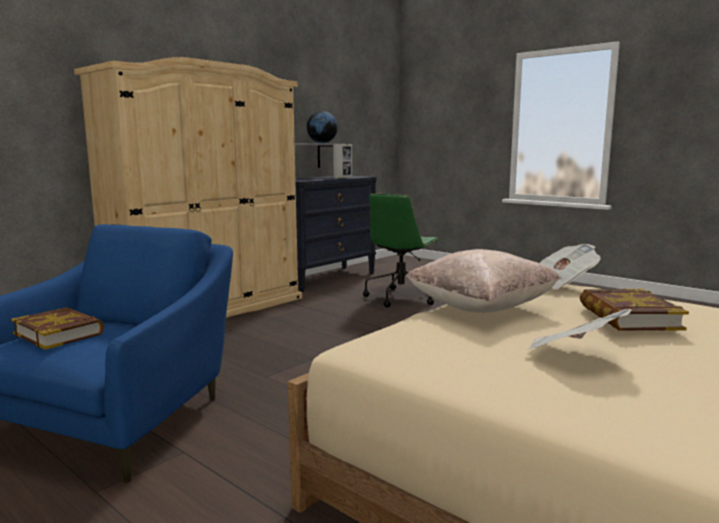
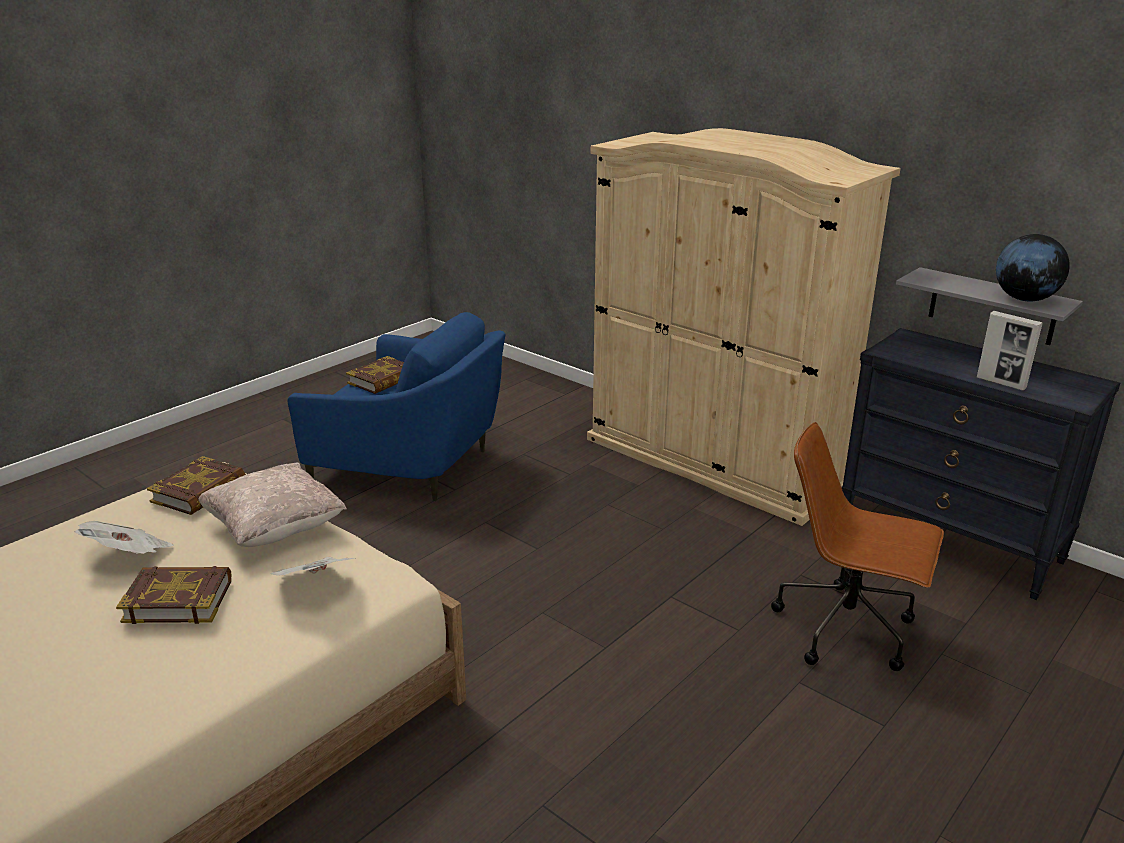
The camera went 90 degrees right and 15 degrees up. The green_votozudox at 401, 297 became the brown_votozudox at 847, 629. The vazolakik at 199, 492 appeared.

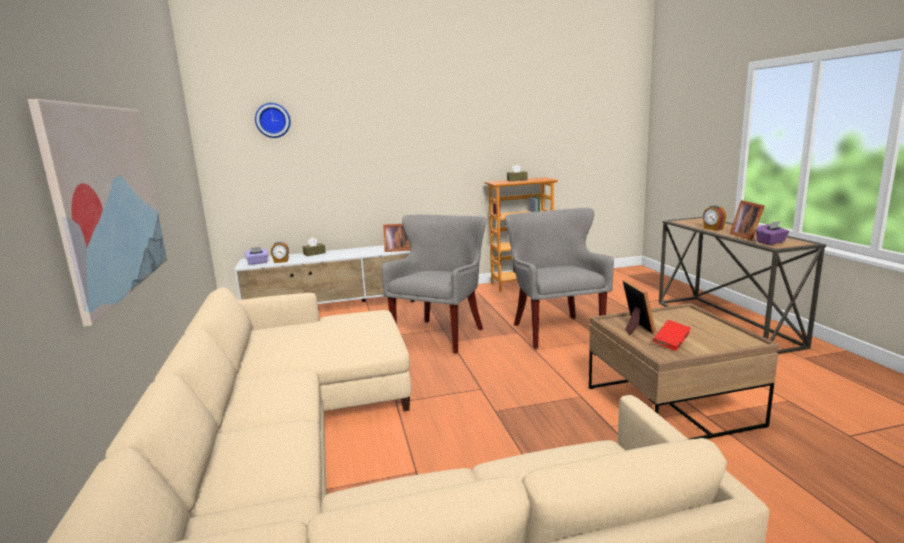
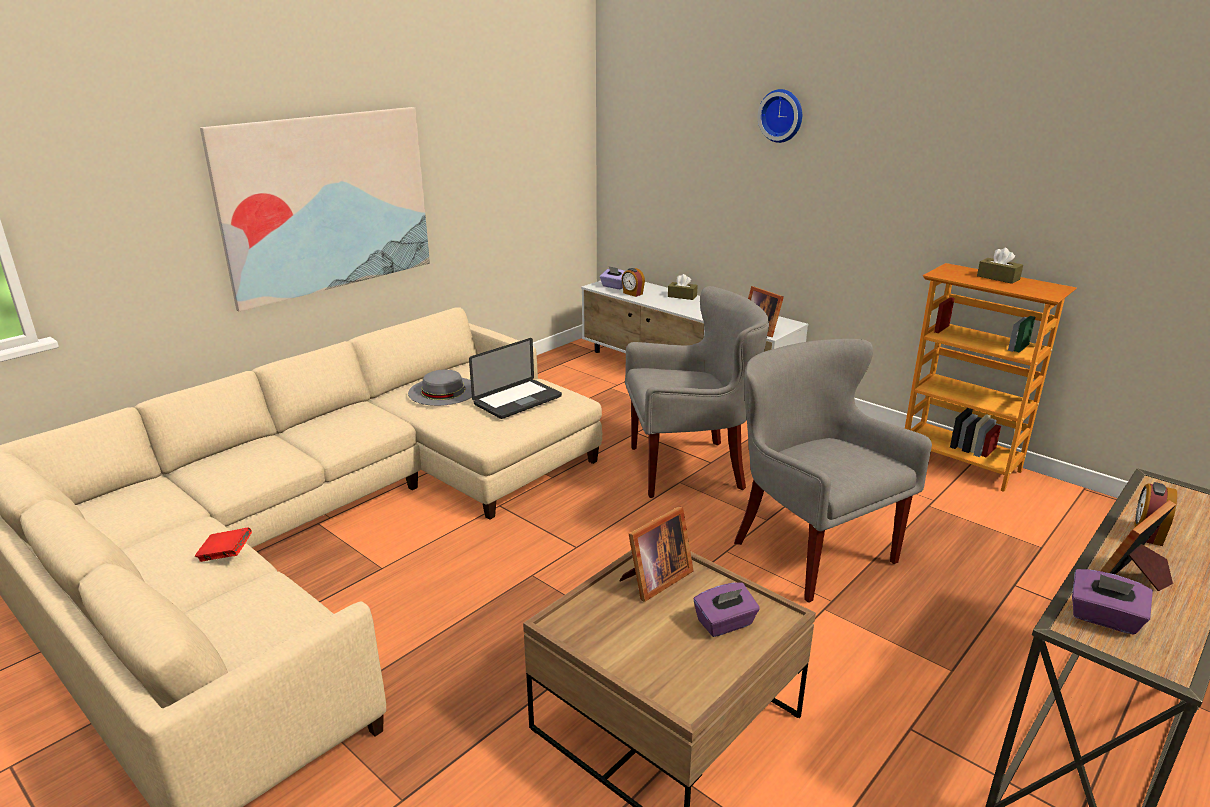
The camera went 55 degrees right and 10 degrees up. The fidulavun moved from 273, 120 to 782, 115. The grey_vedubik at 556, 331 turned 75 degrees counterclockwise. The red_vazolakik moved from 671, 343 to 226, 555. The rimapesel at 517, 400 appeared. The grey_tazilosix at 443, 391 appeared. The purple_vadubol at 725, 623 appeared.

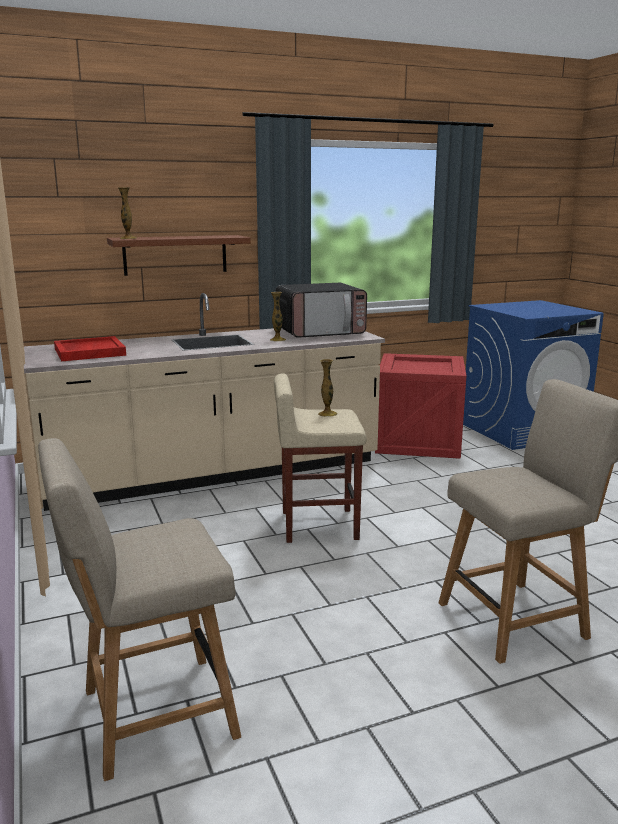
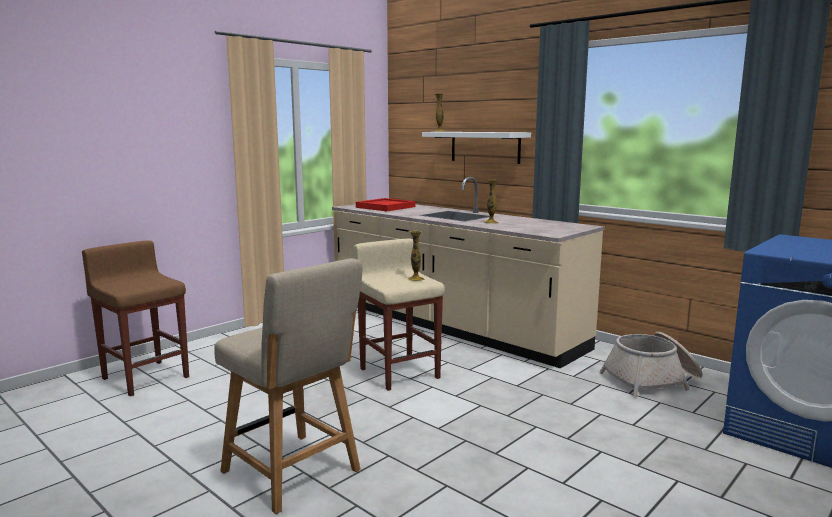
The camera went 65 degrees right and 5 degrees down. The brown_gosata at 175, 255 became the white_gosata at 485, 147. The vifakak at 320, 332 disappeared. The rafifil at 419, 441 was replaced by the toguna at 652, 380. The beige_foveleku at 150, 716 was replaced by the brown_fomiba at 145, 377.

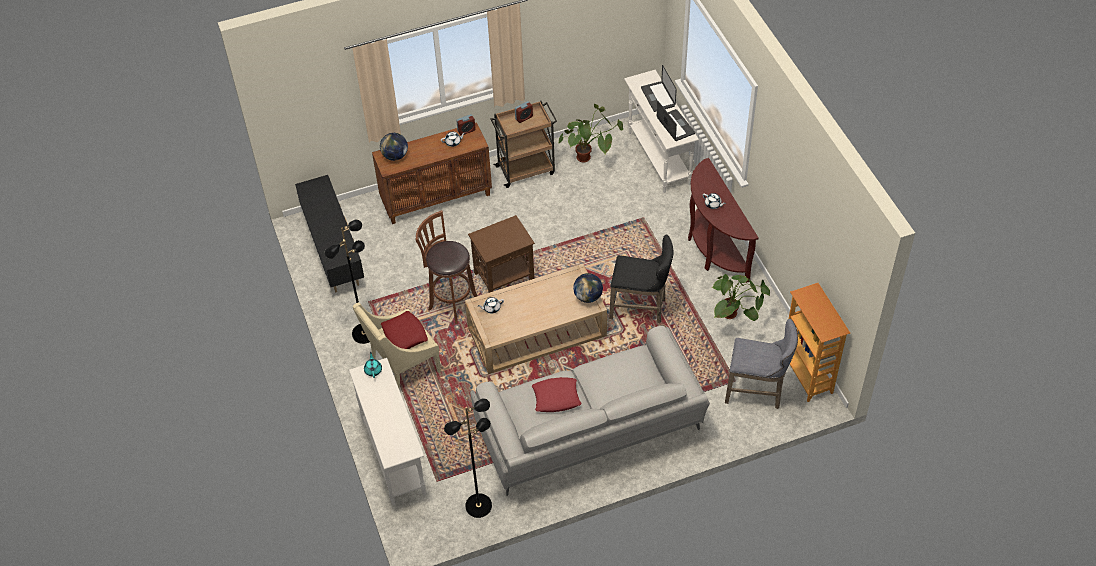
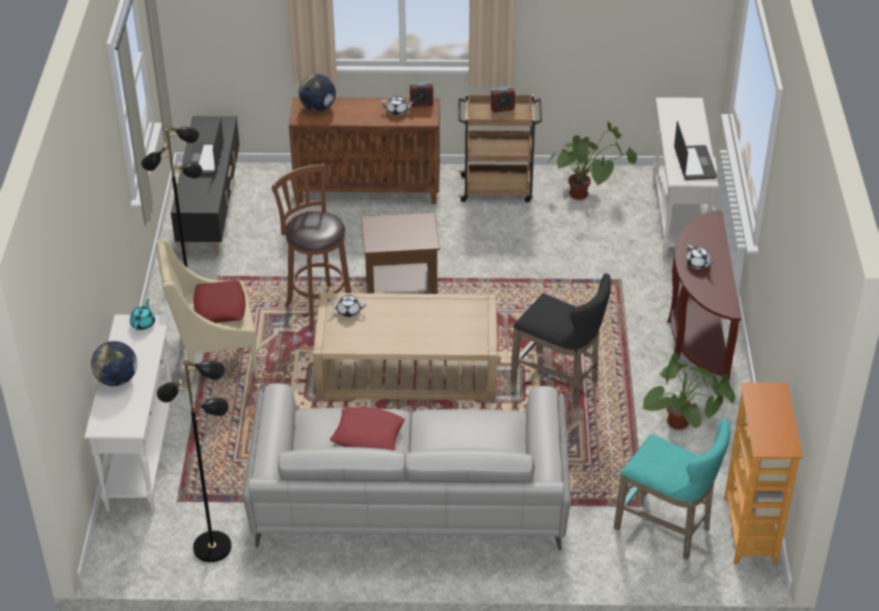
The camera went 20 degrees right and 10 degrees down. The rimapesel moved from 658, 97 to 204, 159. The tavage moved from 588, 297 to 117, 379. The grey_fomiba at 757, 392 became the turquoise_fomiba at 667, 529.

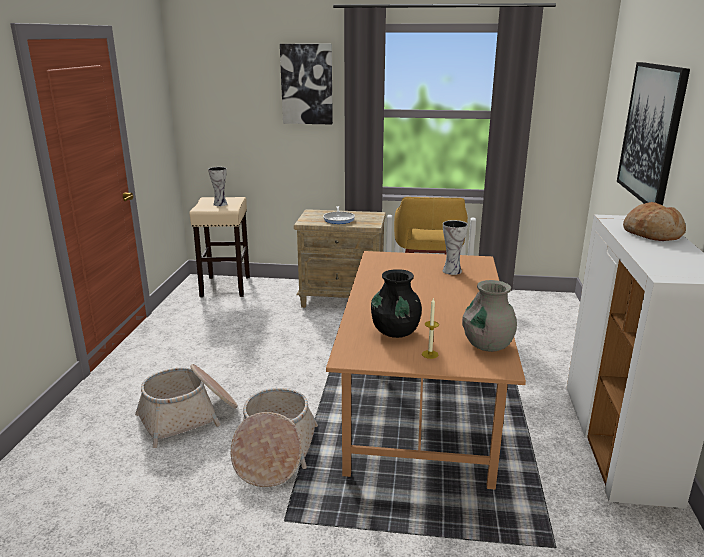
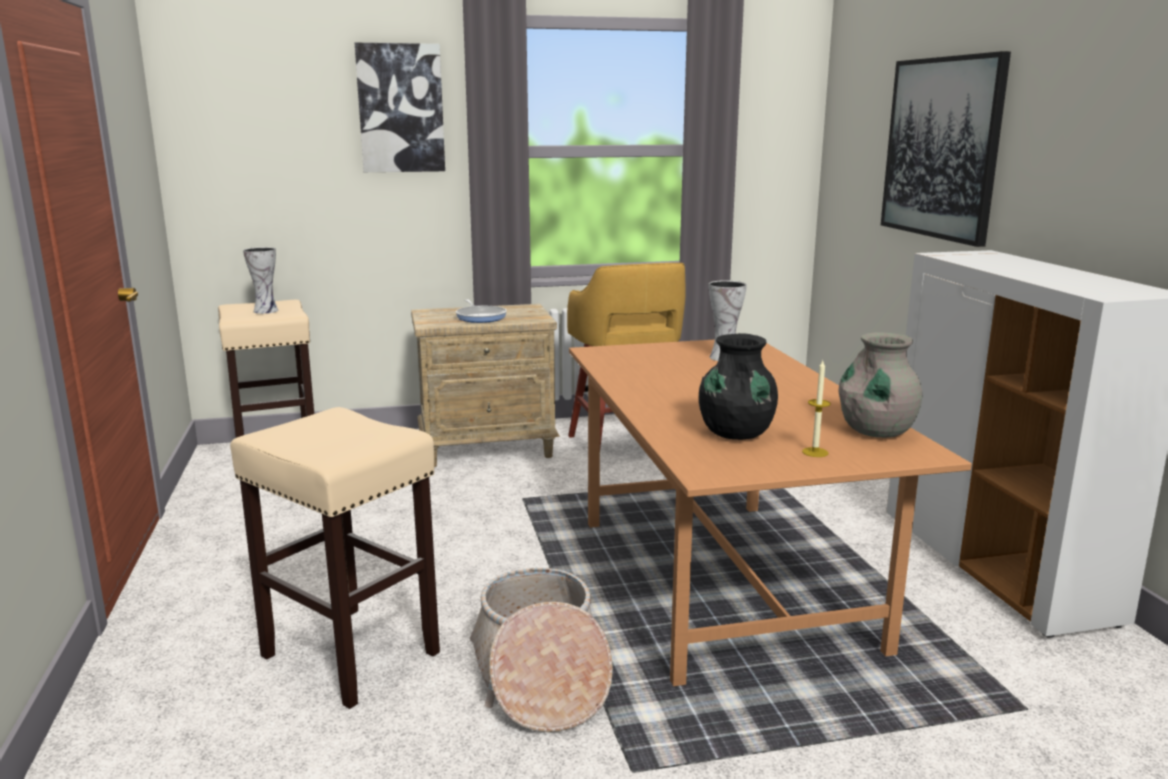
The camera went 20 degrees left and 5 degrees down. The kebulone at 652, 234 disappeared. The toguna at 189, 416 was replaced by the beige_fomiba at 352, 655.

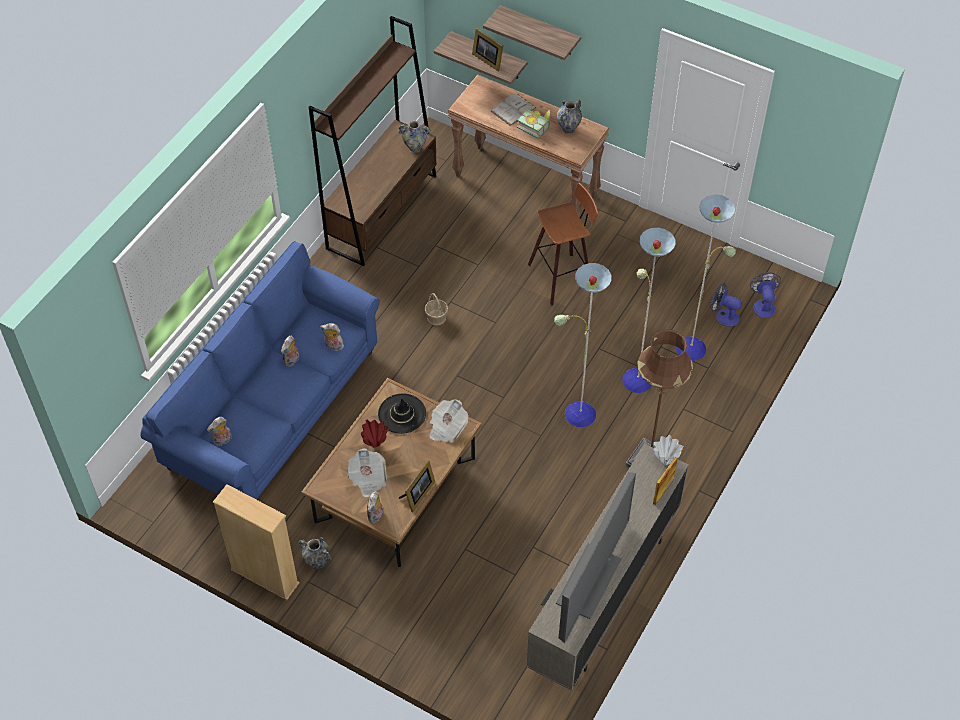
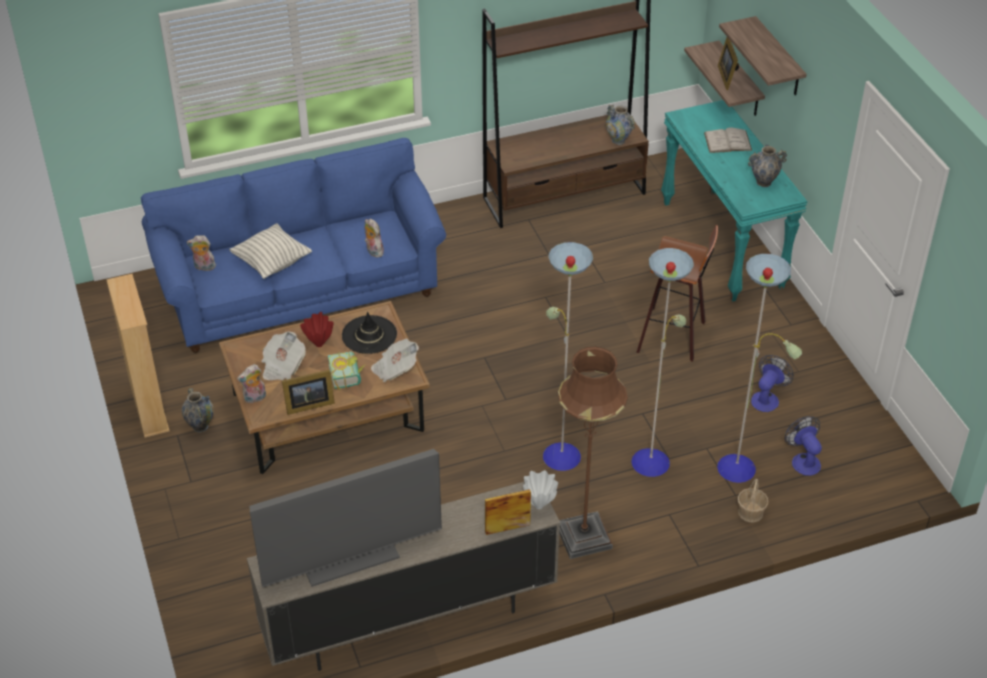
The camera went 40 degrees right and 10 degrees down. The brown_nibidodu at 526, 185 became the turquoise_nibidodu at 723, 244. The vazolakik moved from 535, 126 to 349, 376. The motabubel moved from 763, 305 to 767, 398. The toguna moved from 436, 317 to 750, 512. The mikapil at 292, 361 disappeared. The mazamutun at 272, 263 appeared.

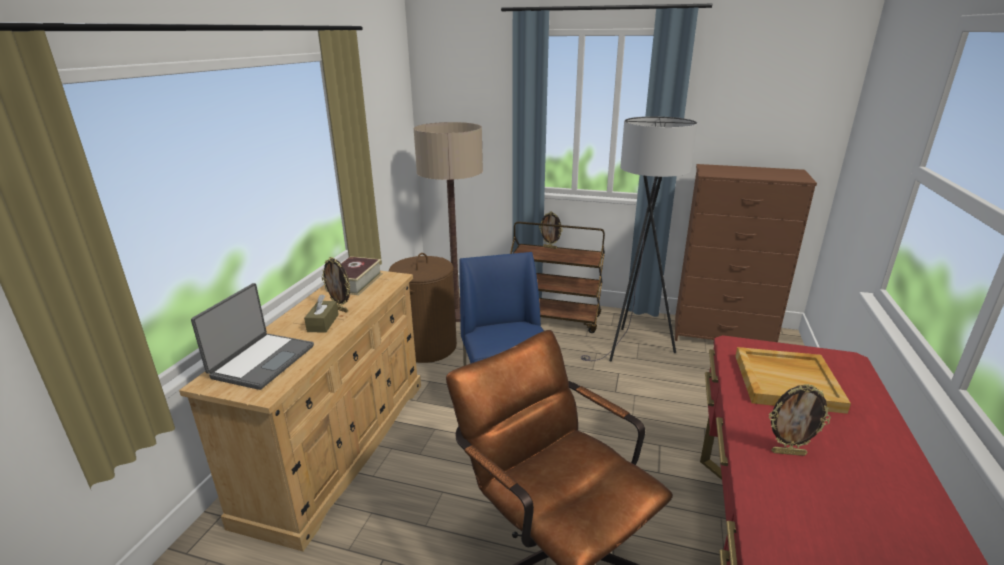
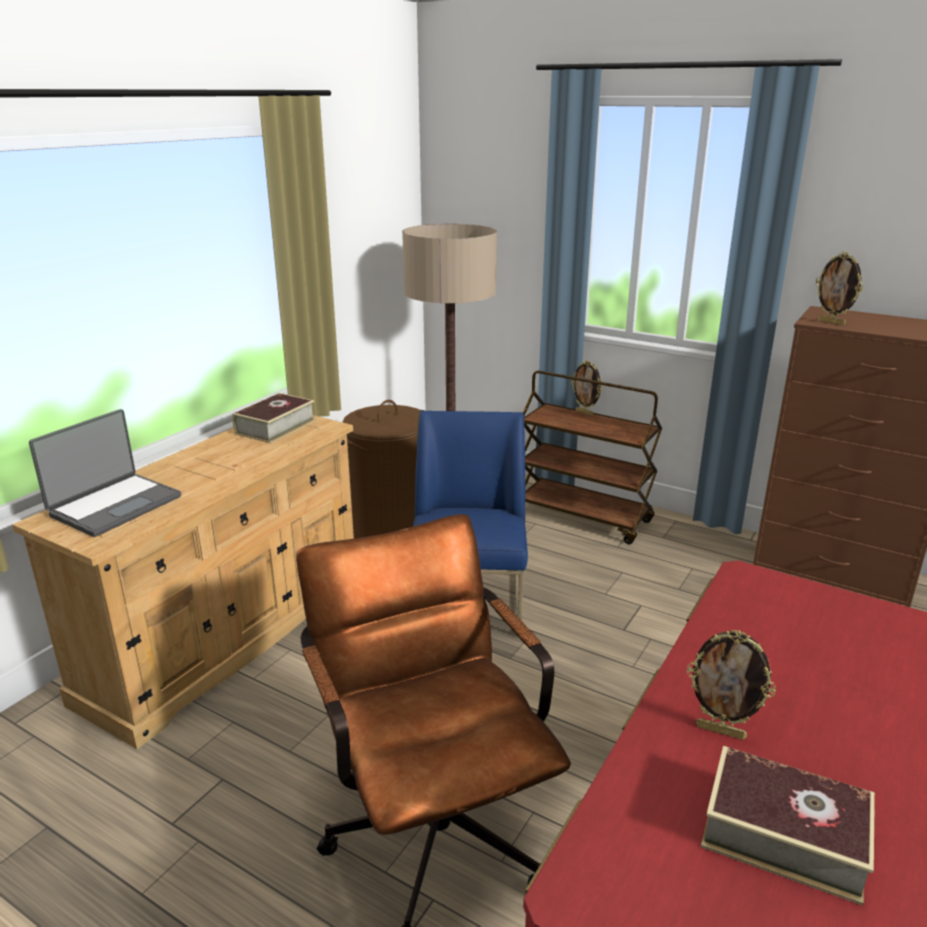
The camera went 15 degrees right and 0 degrees up. The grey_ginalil at 632, 349 disappeared. The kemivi moved from 340, 309 to 832, 322. The brown_vadubol at 323, 323 disappeared. The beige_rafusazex at 787, 382 disappeared. The vazolakik at 784, 835 appeared.

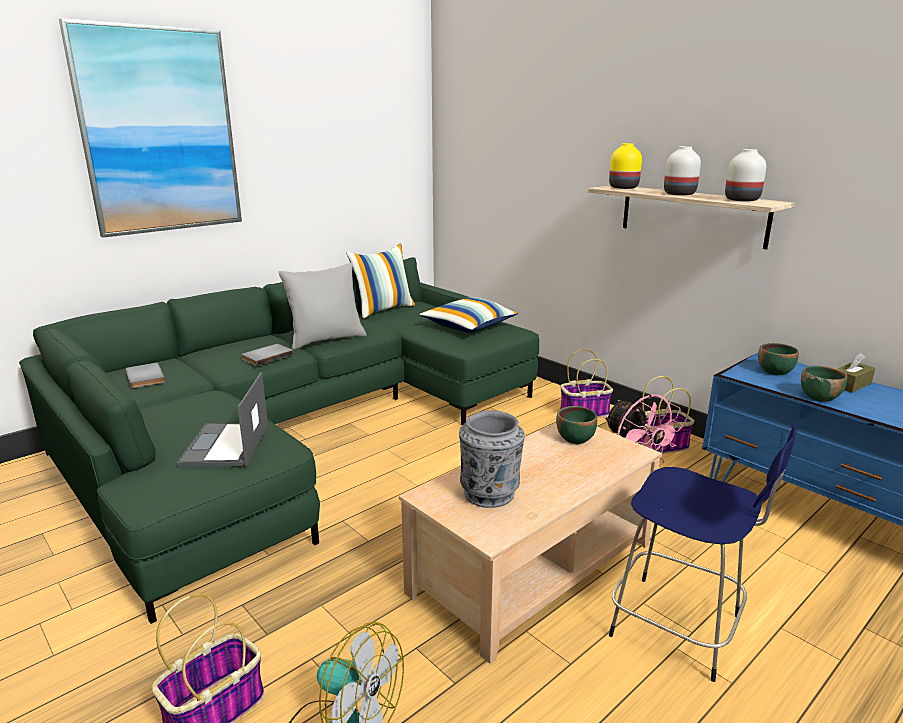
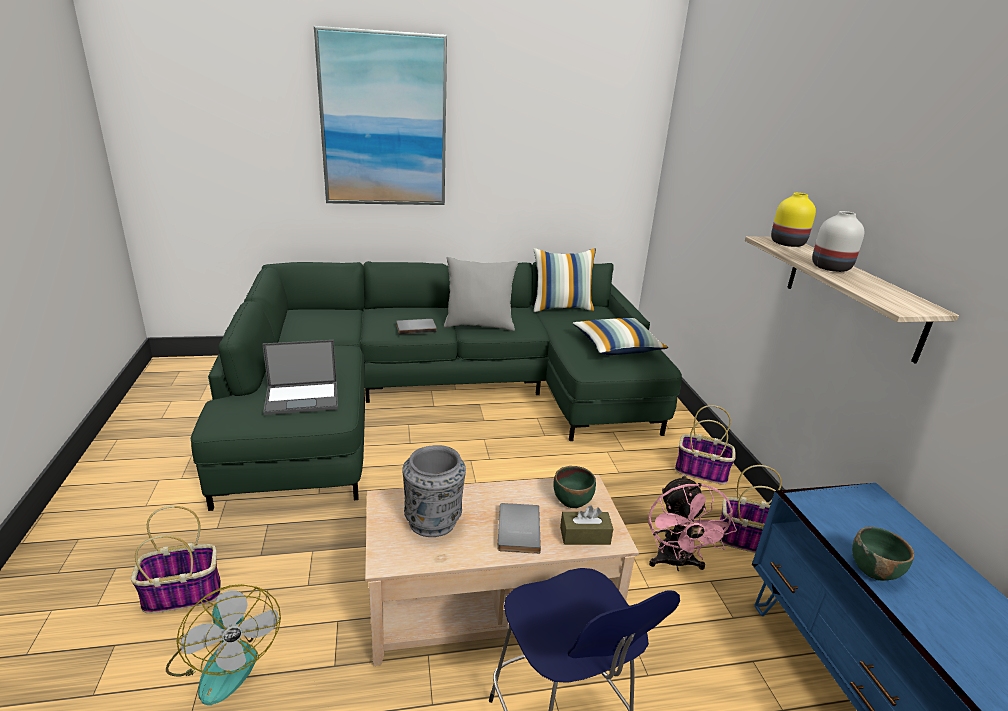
The camera went 30 degrees right and 5 degrees up. The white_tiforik at 743, 200 disappeared. The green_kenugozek at 775, 371 disappeared. The brown_vadubol moved from 850, 385 to 585, 536. The grey_vazolakik moved from 143, 377 to 516, 530. The rimapesel at 225, 446 turned 135 degrees counterclockwise.

